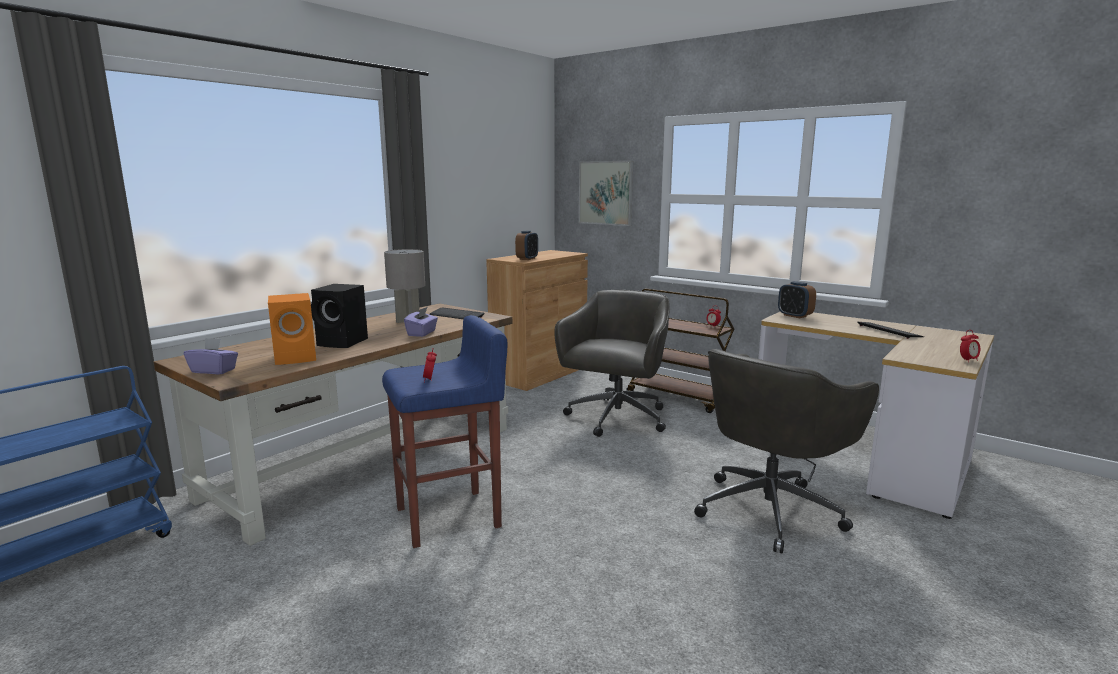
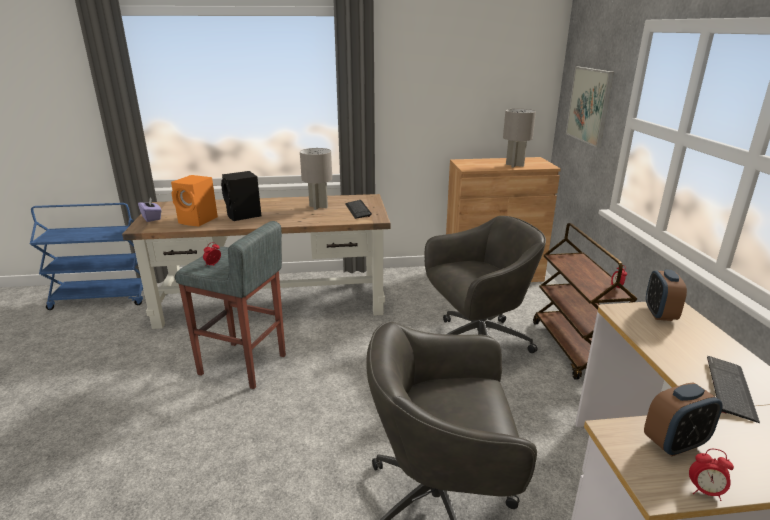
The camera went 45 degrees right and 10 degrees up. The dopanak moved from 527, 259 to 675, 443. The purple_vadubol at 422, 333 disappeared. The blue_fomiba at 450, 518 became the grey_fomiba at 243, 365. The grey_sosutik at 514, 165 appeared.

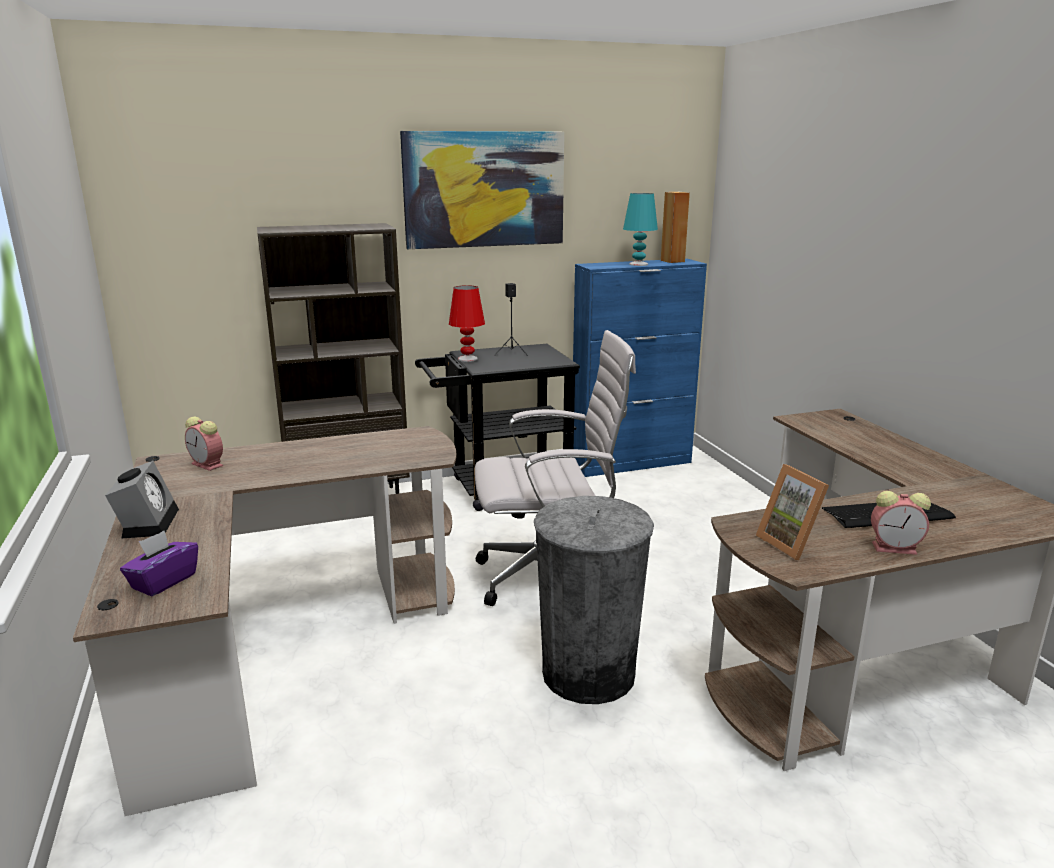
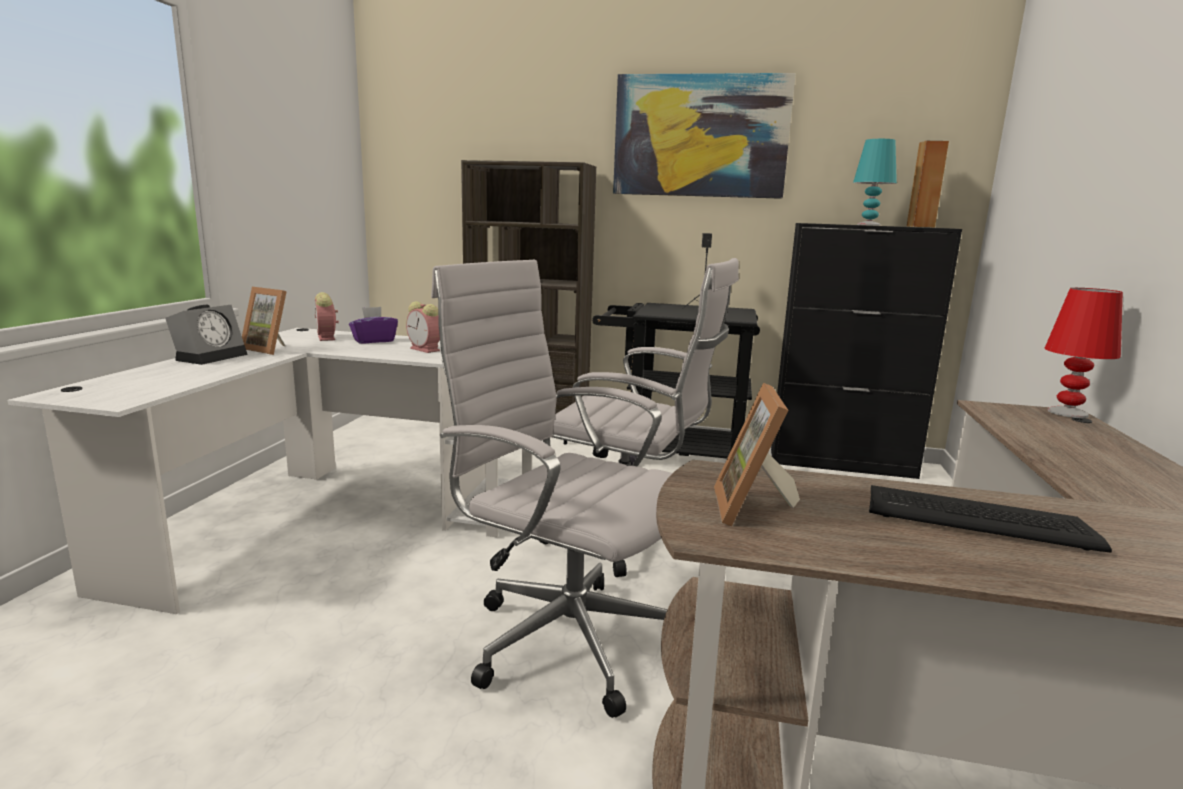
The camera went 30 degrees right and 5 degrees down. The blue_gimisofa at 632, 463 became the black_gimisofa at 842, 463. The red_sosutik moved from 467, 359 to 1068, 413. The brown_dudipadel at 279, 643 became the white_dudipadel at 340, 515. The dopanak moved from 896, 548 to 426, 349. The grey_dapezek at 588, 673 was replaced by the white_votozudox at 562, 638. The purple_vadubol moved from 163, 581 to 374, 341. The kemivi at 271, 349 appeared.

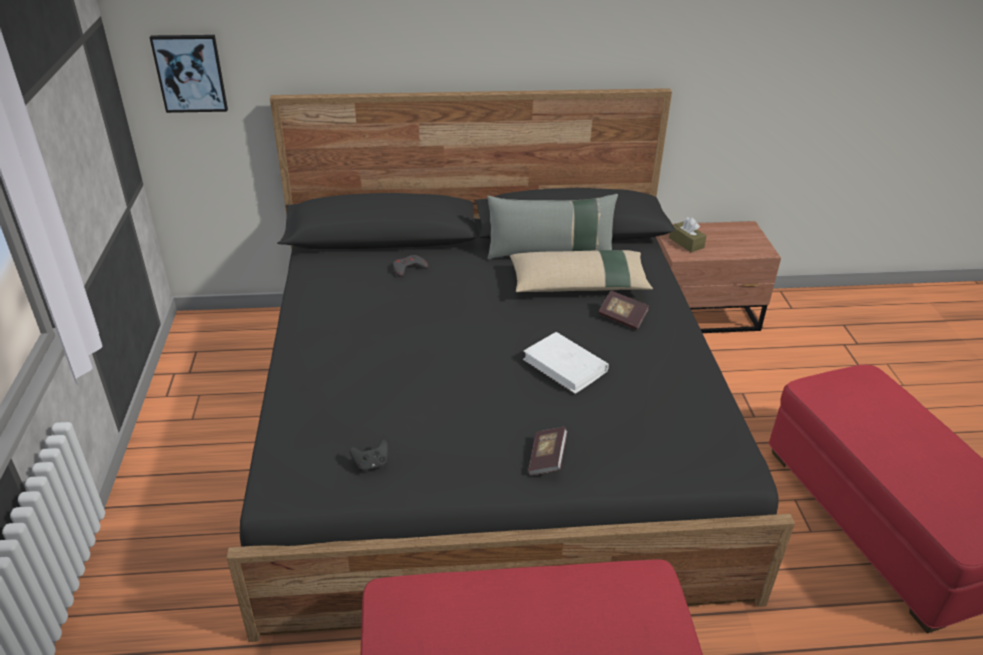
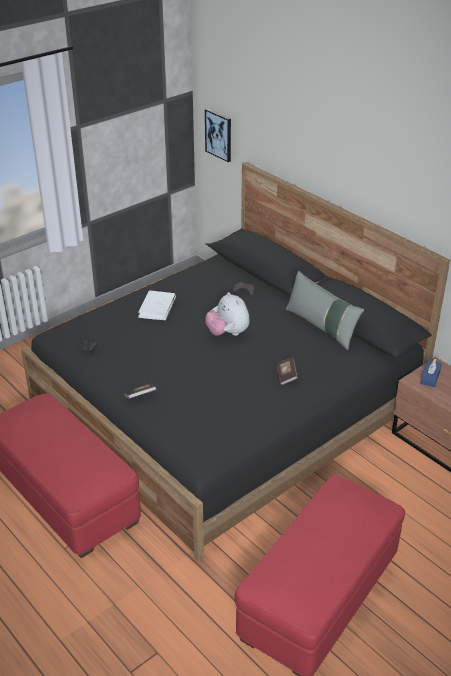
The camera went 55 degrees right and 0 degrees up. The brown_vadubol at 686, 243 became the blue_vadubol at 430, 378. The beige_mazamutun at 579, 284 disappeared. The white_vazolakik moved from 565, 366 to 157, 308. The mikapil at 228, 333 appeared.

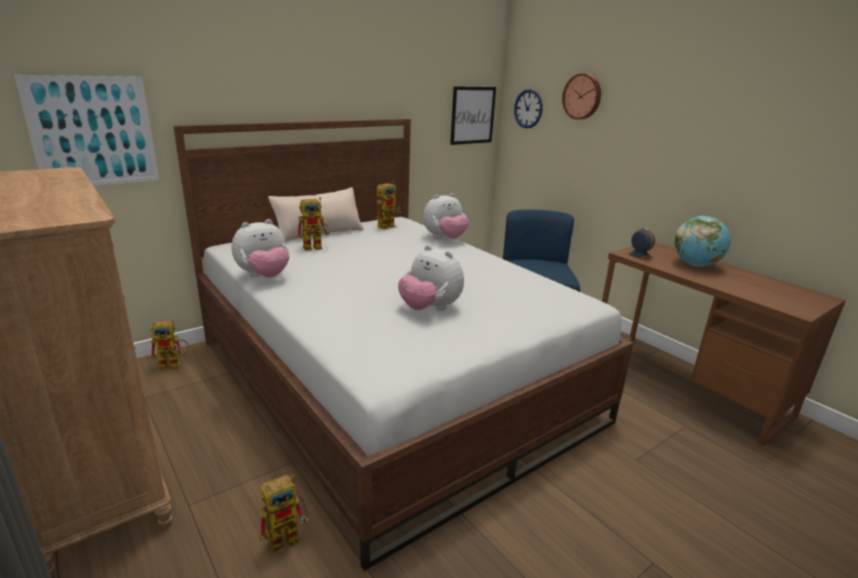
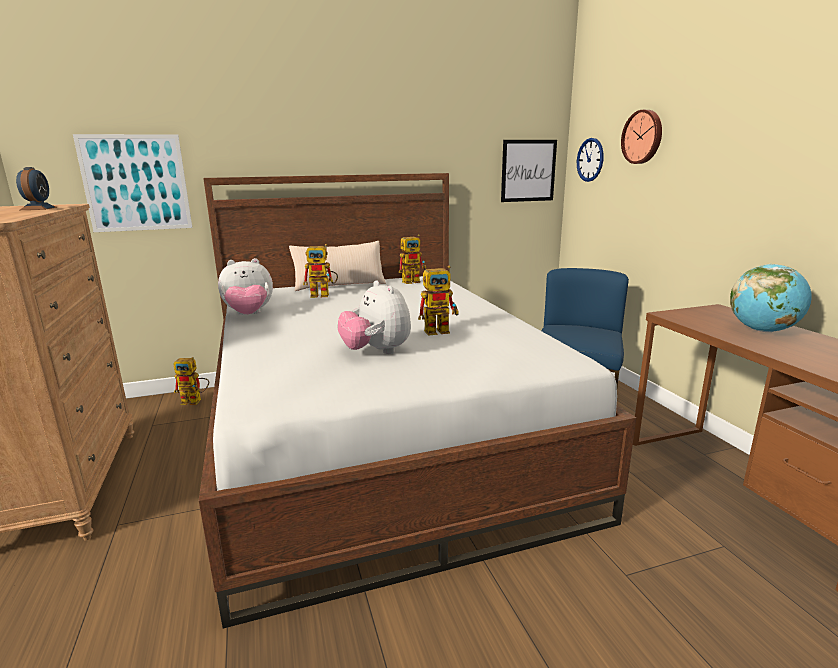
The camera went 20 degrees right and 5 degrees down. The mikapil at 445, 238 disappeared. The dopanak moved from 639, 255 to 38, 208. The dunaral moved from 289, 536 to 441, 330.

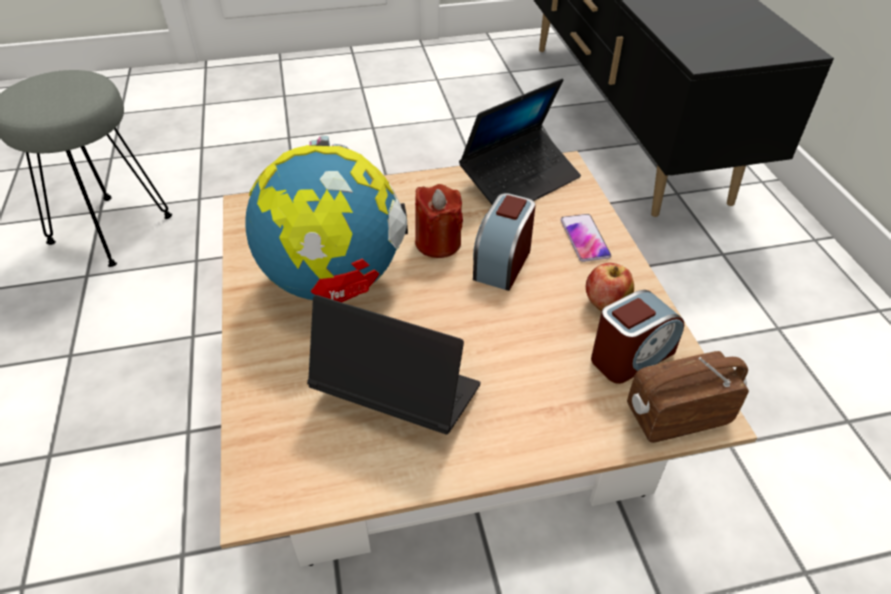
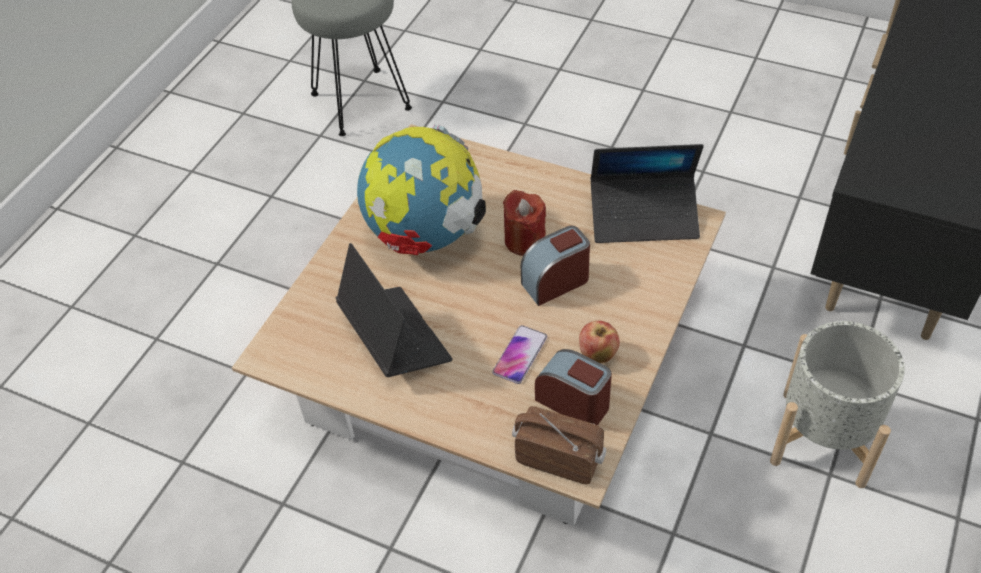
The camera went 40 degrees right and 5 degrees up. The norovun moved from 584, 238 to 520, 355. The dopanak at 631, 356 turned 150 degrees counterclockwise. The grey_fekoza at 823, 437 appeared.

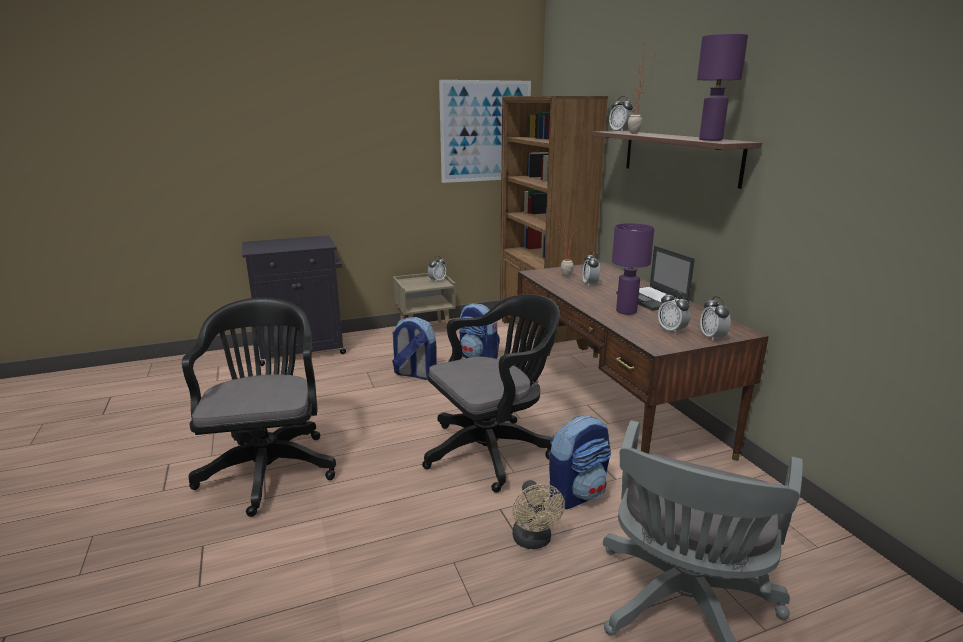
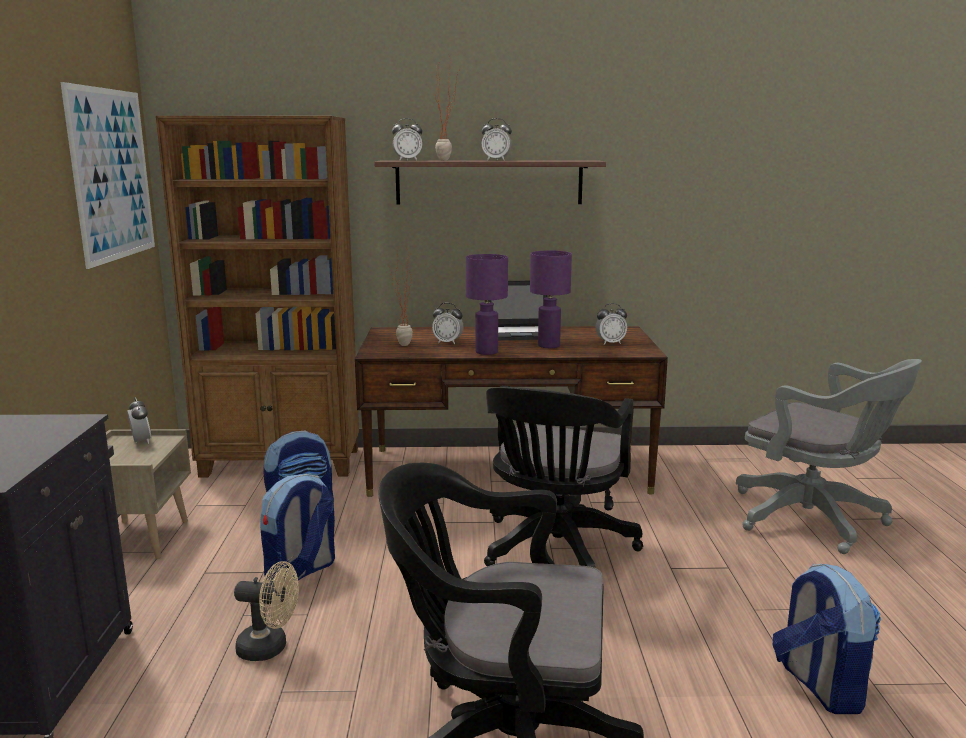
The camera went 70 degrees left and 5 degrees down. The purple_sosutik moved from 710, 140 to 486, 352. The black_votozudox at 492, 450 turned 150 degrees counterclockwise. The dopanak moved from 712, 337 to 496, 160. The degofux moved from 577, 494 to 819, 686. The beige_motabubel moved from 533, 541 to 270, 648.

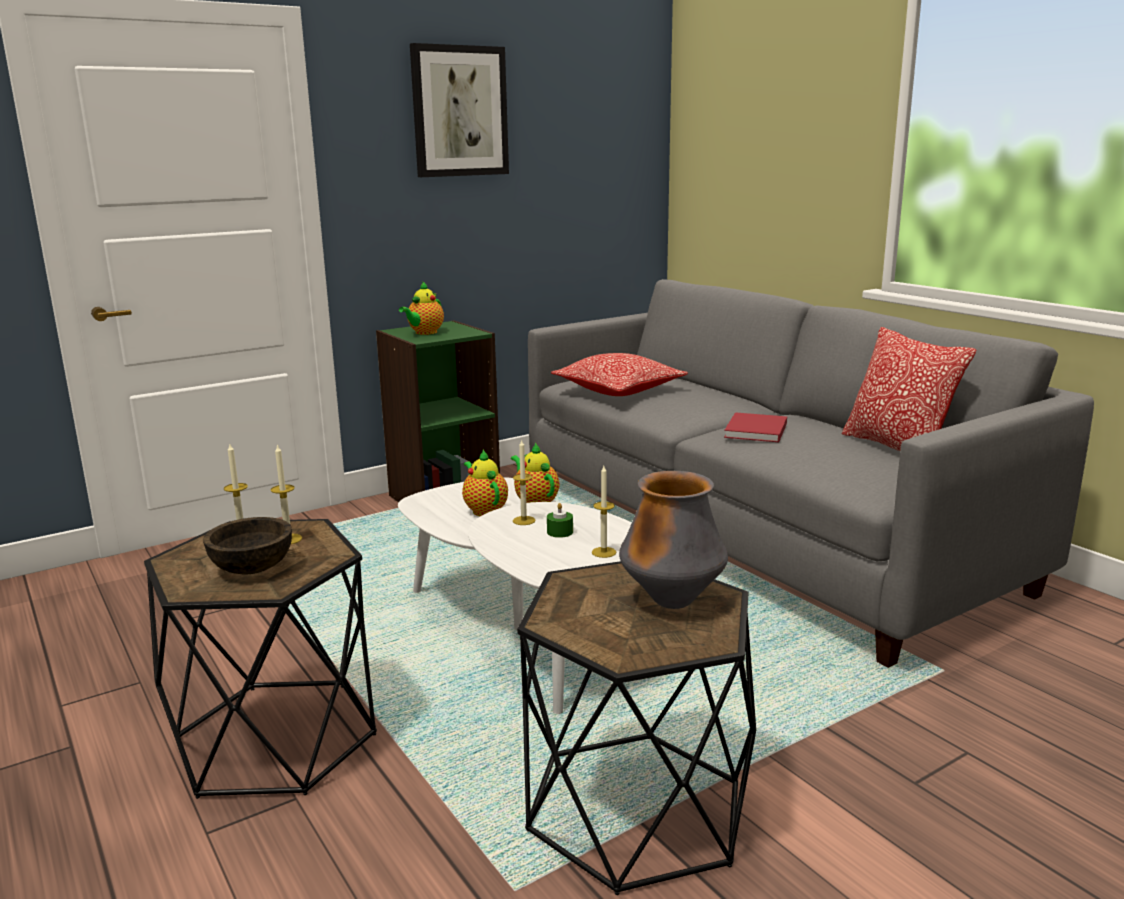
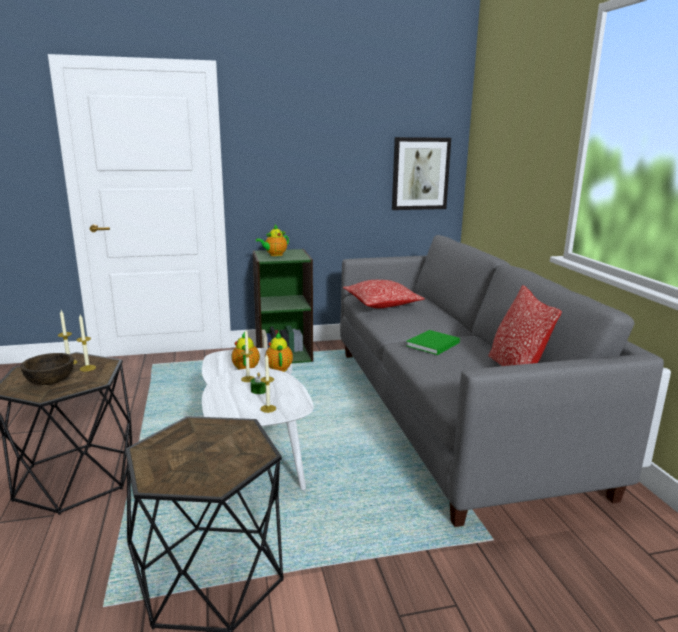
The camera went 20 degrees right and 0 degrees up. The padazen moved from 459, 111 to 420, 174. The red_vazolakik at 755, 431 became the green_vazolakik at 432, 344. The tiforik at 672, 601 disappeared.

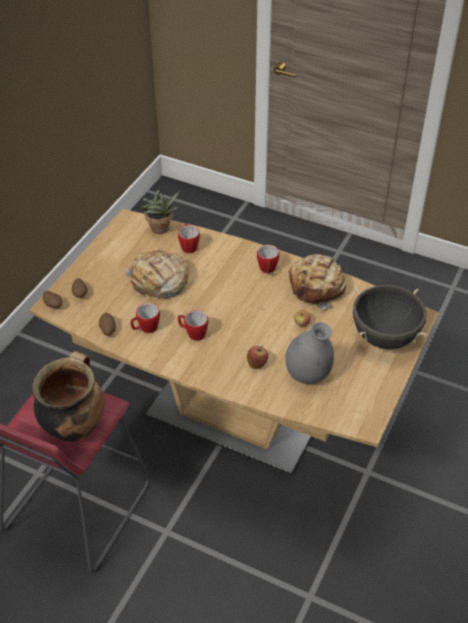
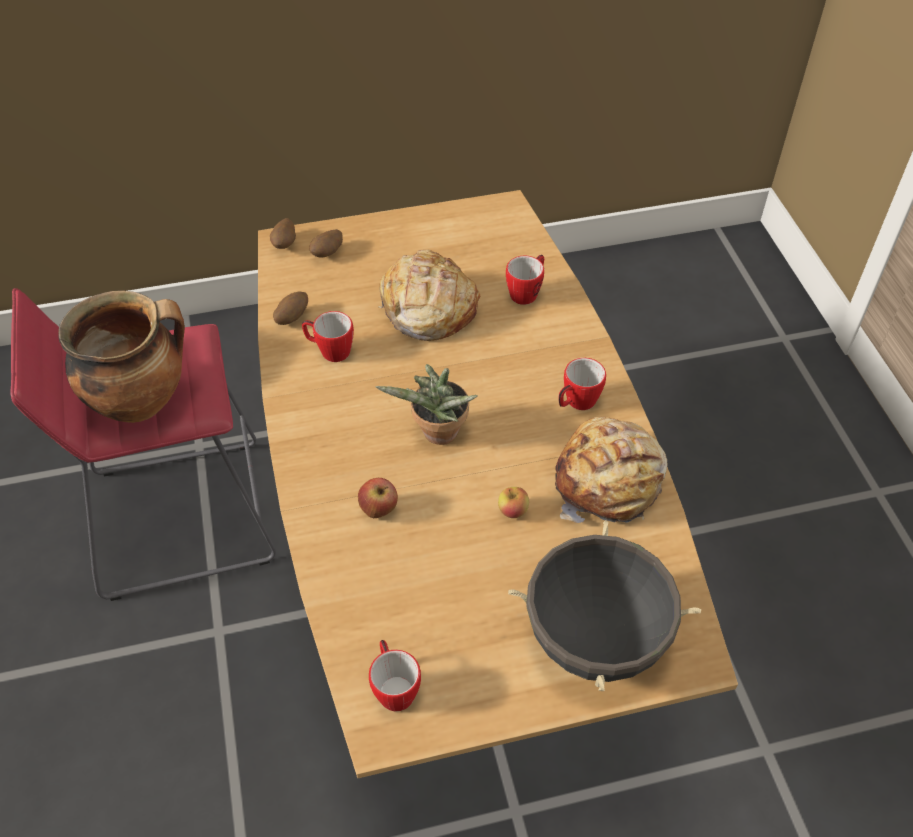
The camera went 50 degrees right and 5 degrees up. The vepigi moved from 160, 230 to 437, 435. The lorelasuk moved from 193, 333 to 394, 687. The grey_tiforik at 308, 375 disappeared.

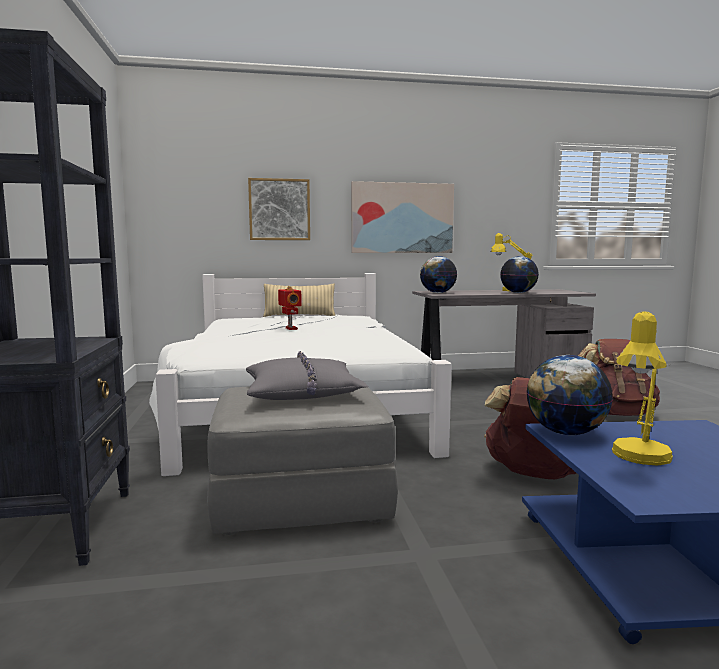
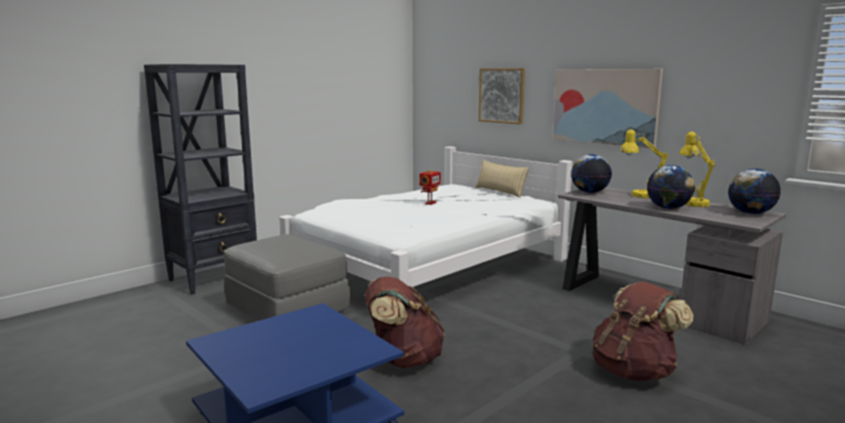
The camera went 55 degrees right and 5 degrees up. The yellow_sosutik moved from 639, 458 to 638, 195. The grey_mazamutun at 302, 392 disappeared. The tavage moved from 565, 433 to 750, 213.

